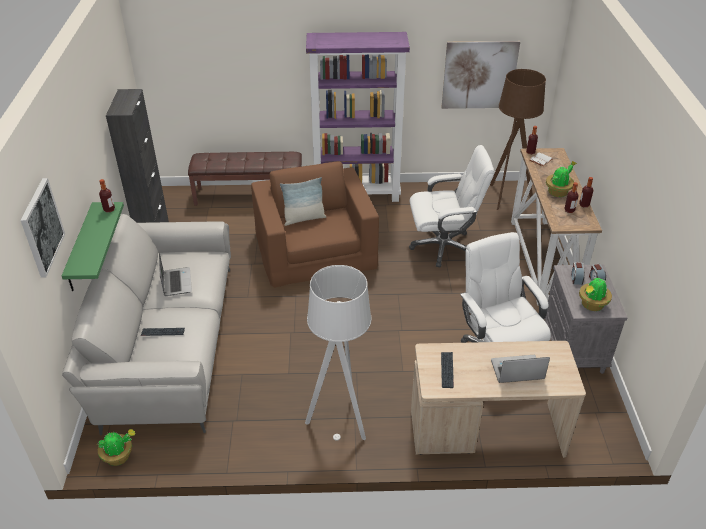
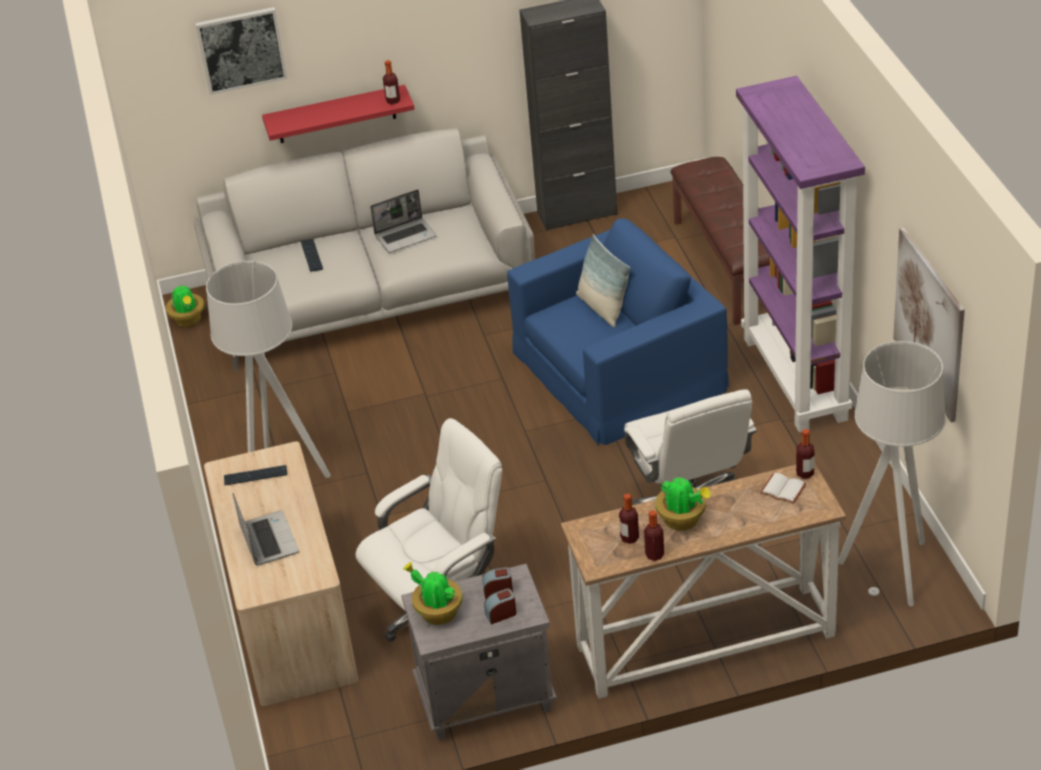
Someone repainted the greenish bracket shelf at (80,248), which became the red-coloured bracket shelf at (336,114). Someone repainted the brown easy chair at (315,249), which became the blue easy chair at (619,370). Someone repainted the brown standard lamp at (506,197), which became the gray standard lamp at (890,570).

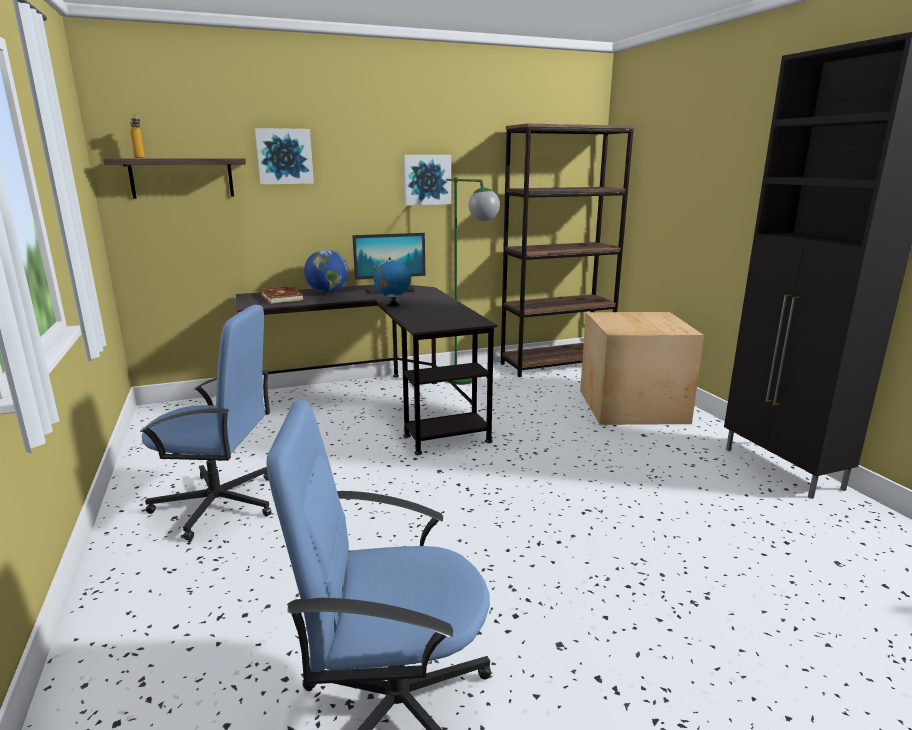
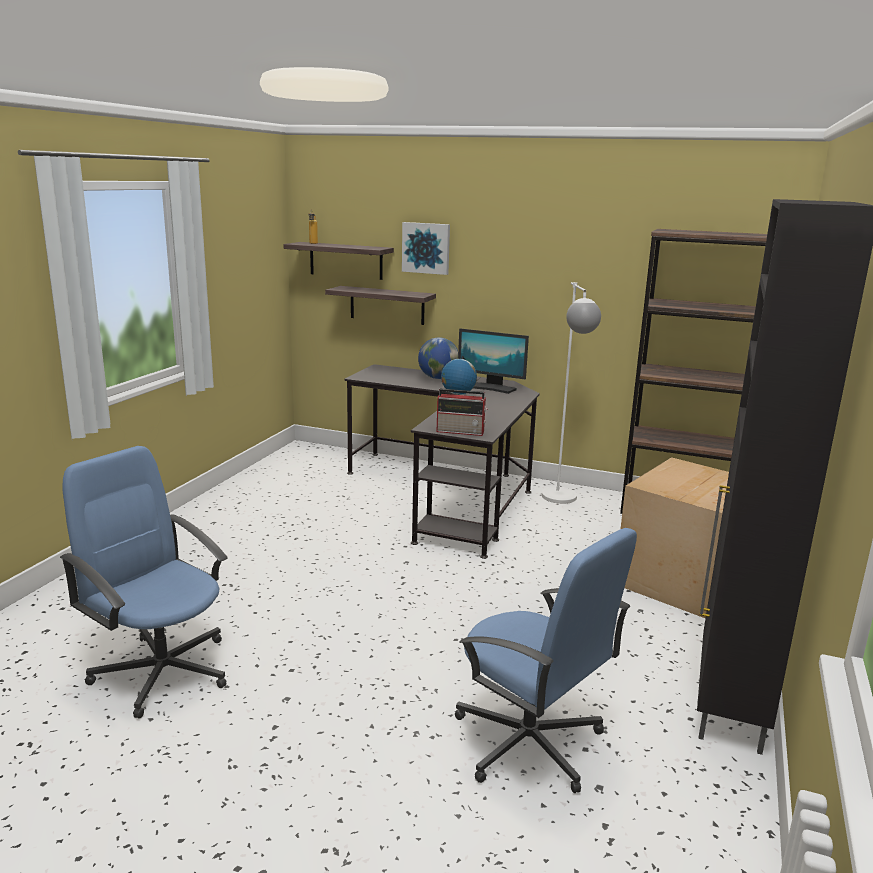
Someone carried the blue office chair from (219,504) to (529,743). Someone took away the brown volume at (283,297). Someone took away the wall picture at (426,179). Someone repainted the greenish standard lamp at (469,381), which became the whitish standard lamp at (562,501). Someone put up the bracket shelf at (387,305). Someone put down the radio at (461,431).

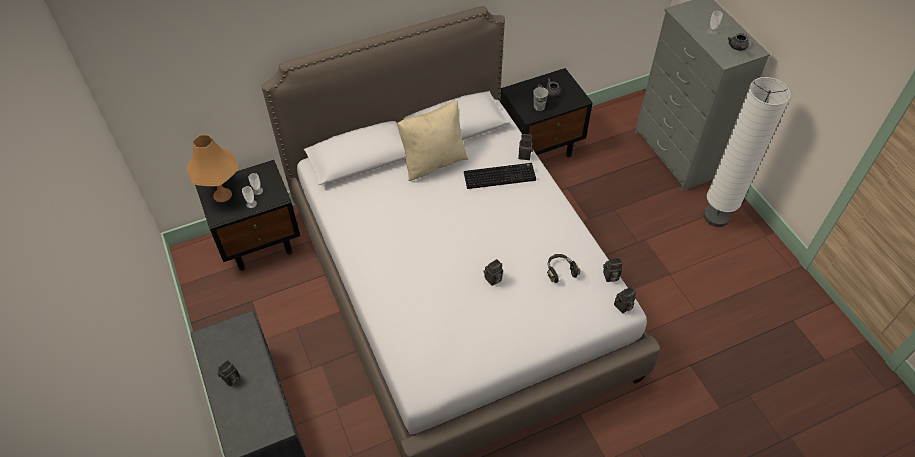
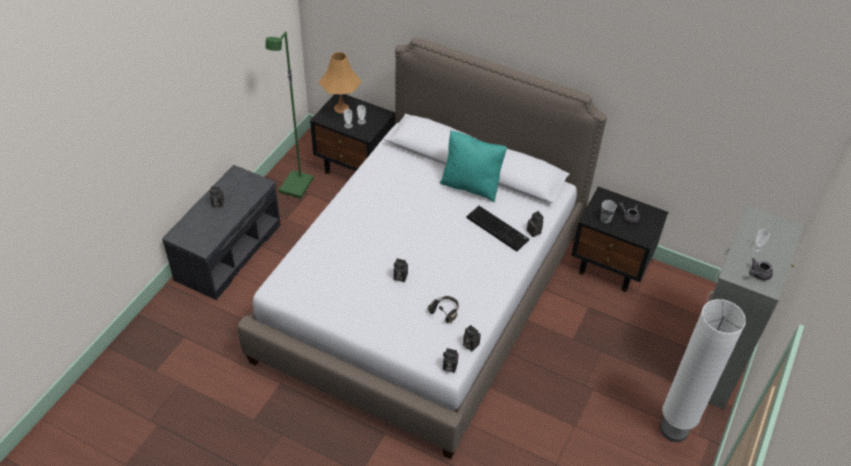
Someone repainted the beige-coloured pillow at (433,162), which became the turquoise pillow at (471,185). Someone put down the greenish standard lamp at (297,186).

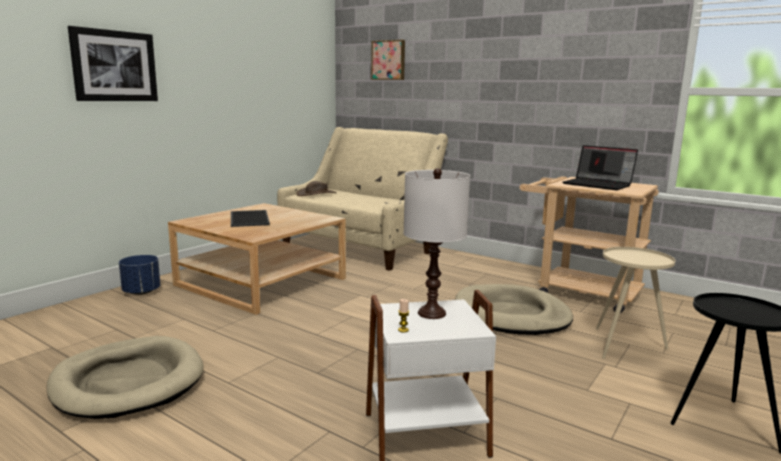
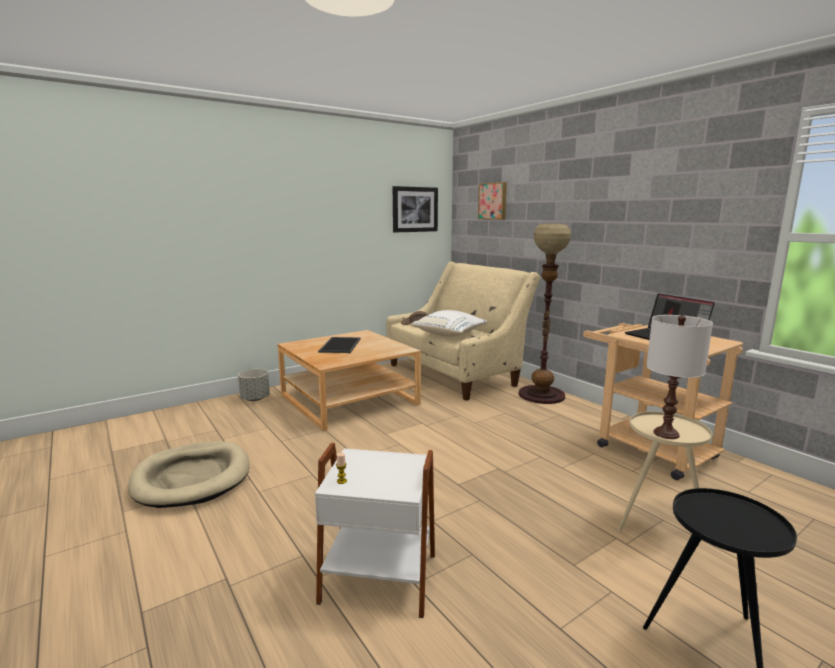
Someone carried the wall picture from (114,66) to (415,209). Someone repainted the blue planter at (142,292), which became the gray planter at (255,398). Someone carried the whitish tabletop lamp from (431,313) to (666,433). Someone took away the beige-coloured pet bed at (511,315). Someone put down the whitish pillow at (450,335). Someone put down the standard lamp at (542,395).

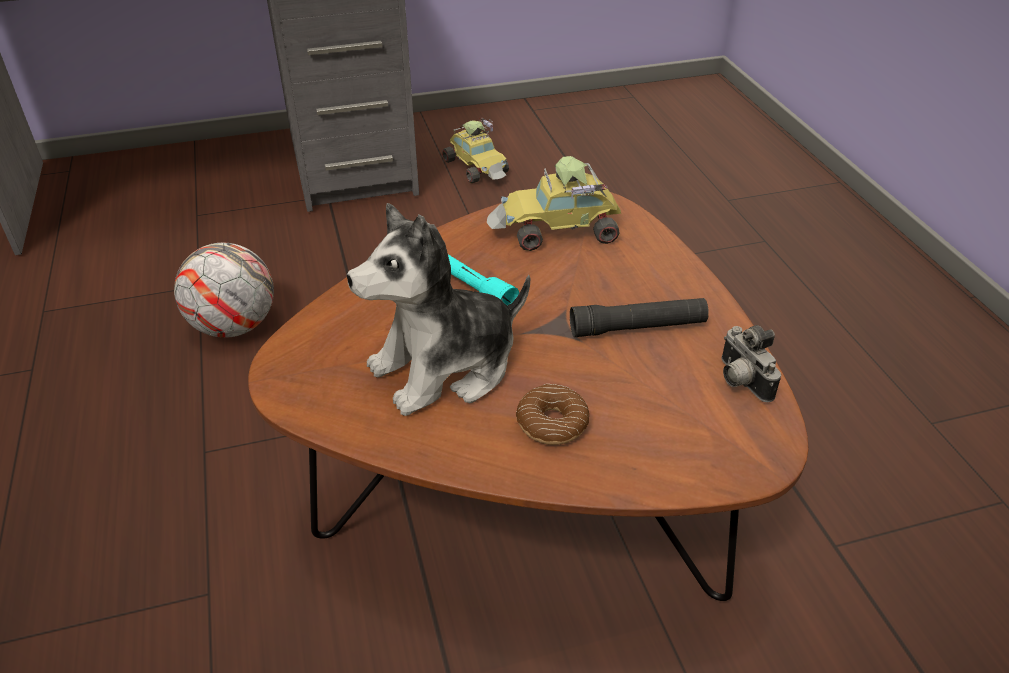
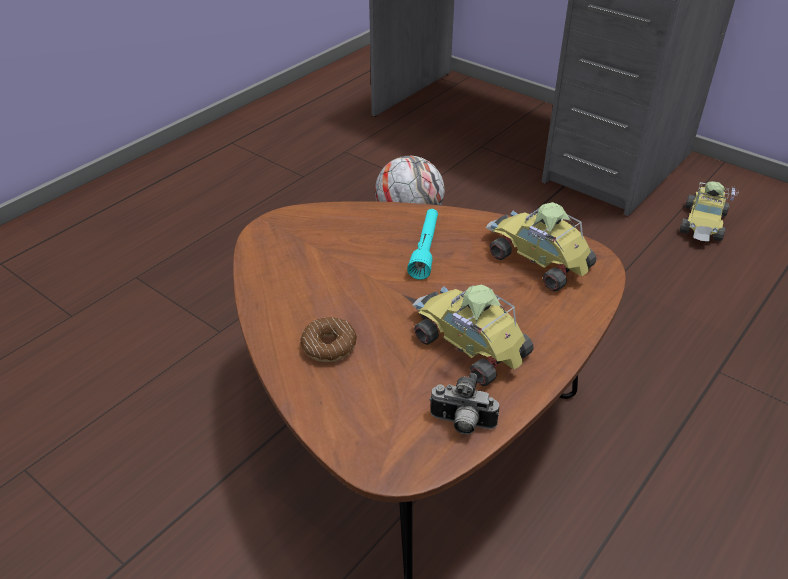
Someone took away the soft toy at (445,367). Someone swapped the black hand torch at (638,327) for the toy car at (467,346). Someone rotated the still camera at (740,381) by 105 degrees counterclockwise.

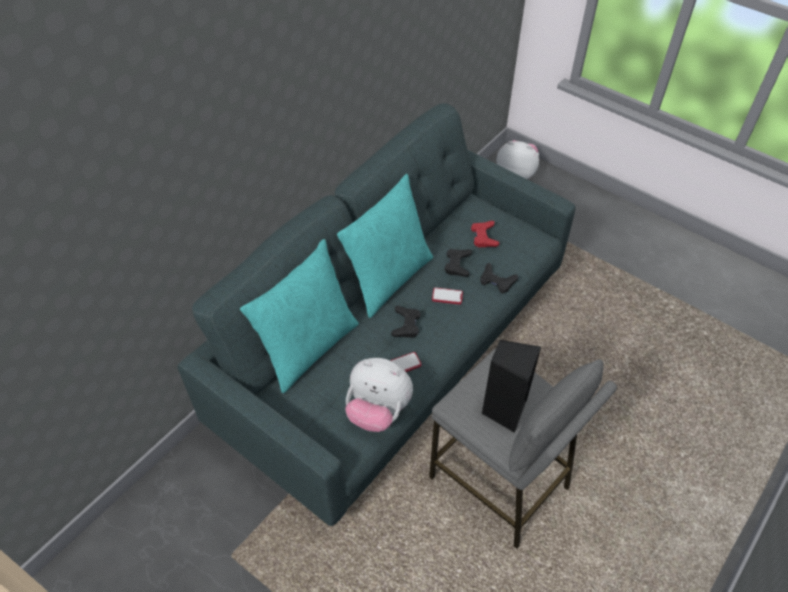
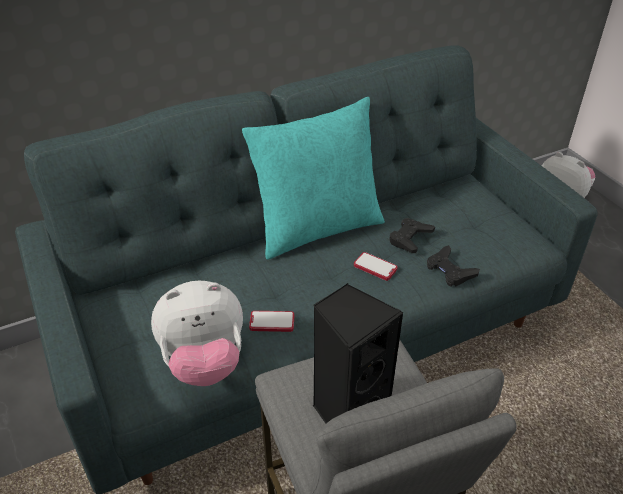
Someone took away the turquoise pillow at (308,347). Someone rotated the soft toy at (378,411) by 60 degrees counterclockwise. Someone took away the black game controller at (406,324). Someone took away the red-coloured game controller at (484,237).

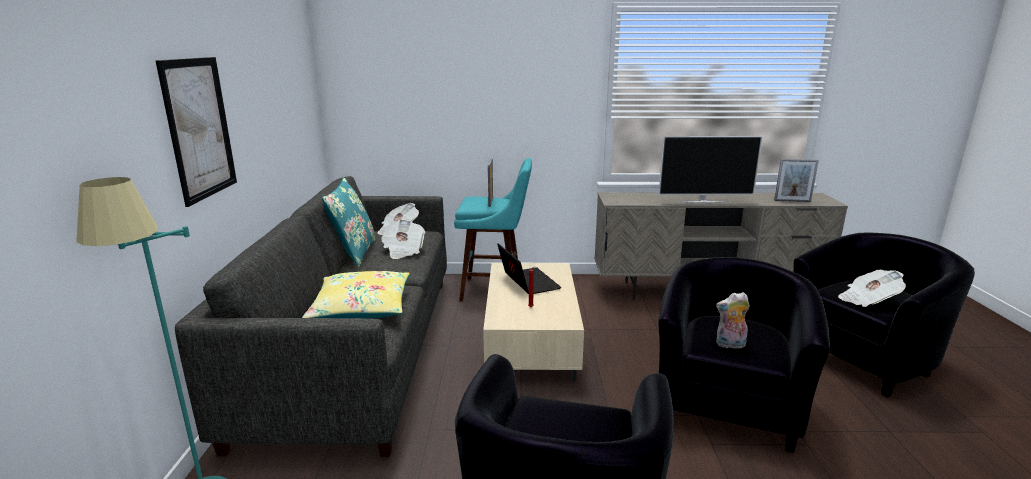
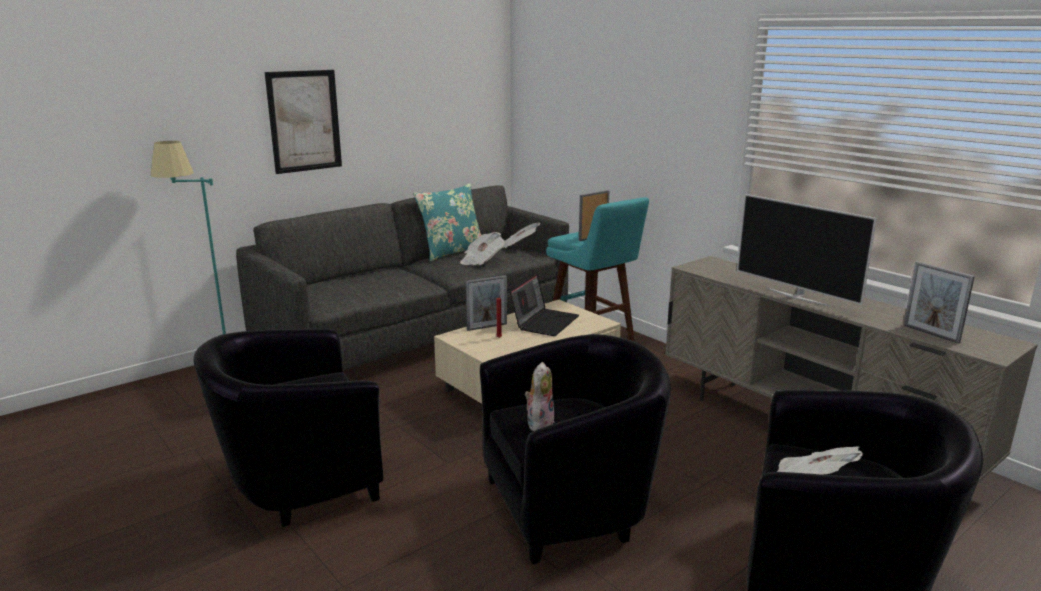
Someone took away the yellow pillow at (361,307). Someone rotated the soft toy at (730,345) by 60 degrees clockwise. Someone put down the photo frame at (487,327).

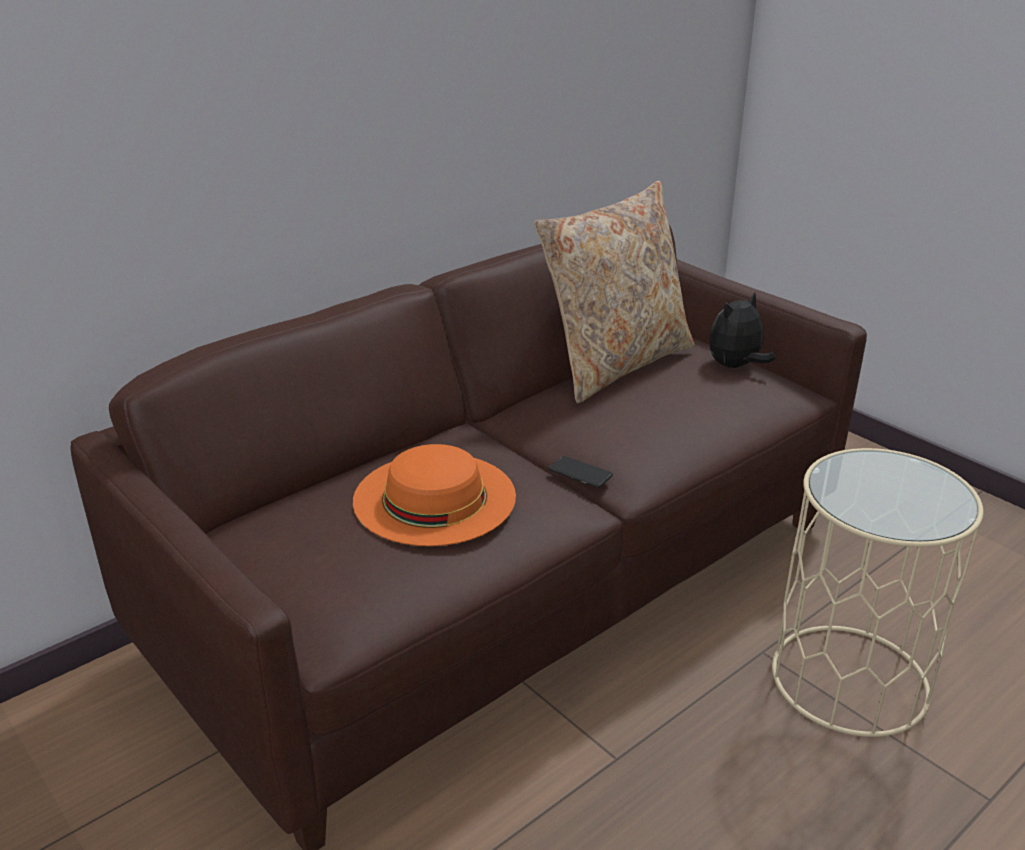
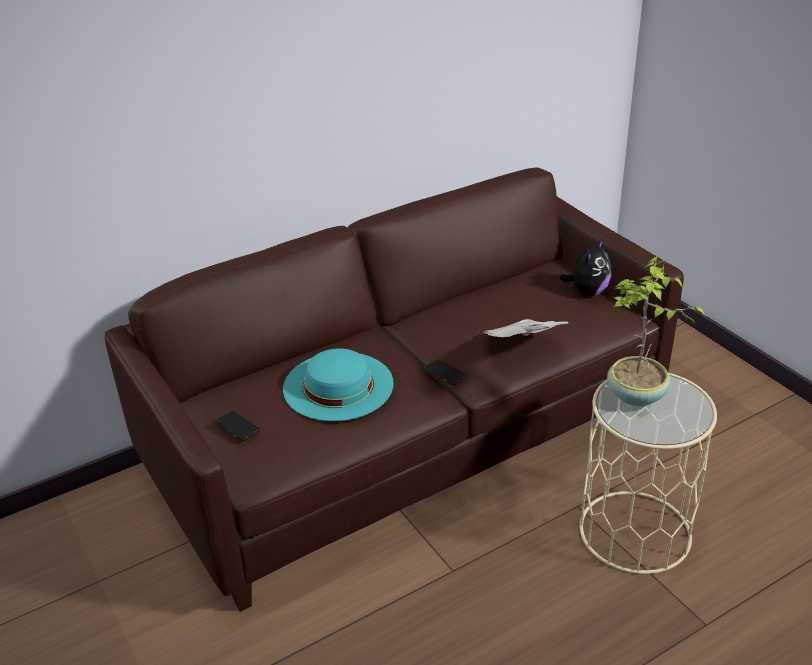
Someone repainted the orange-coloured clothing hat at (434,497), which became the turquoise clothing hat at (338,385). Someone took away the beige-coloured pillow at (615,363). Someone rotated the soft toy at (735,366) by 150 degrees clockwise. Someone put down the handset at (237,426). Someone put down the printed paper at (524,346). Someone put down the houseplant at (636,396).

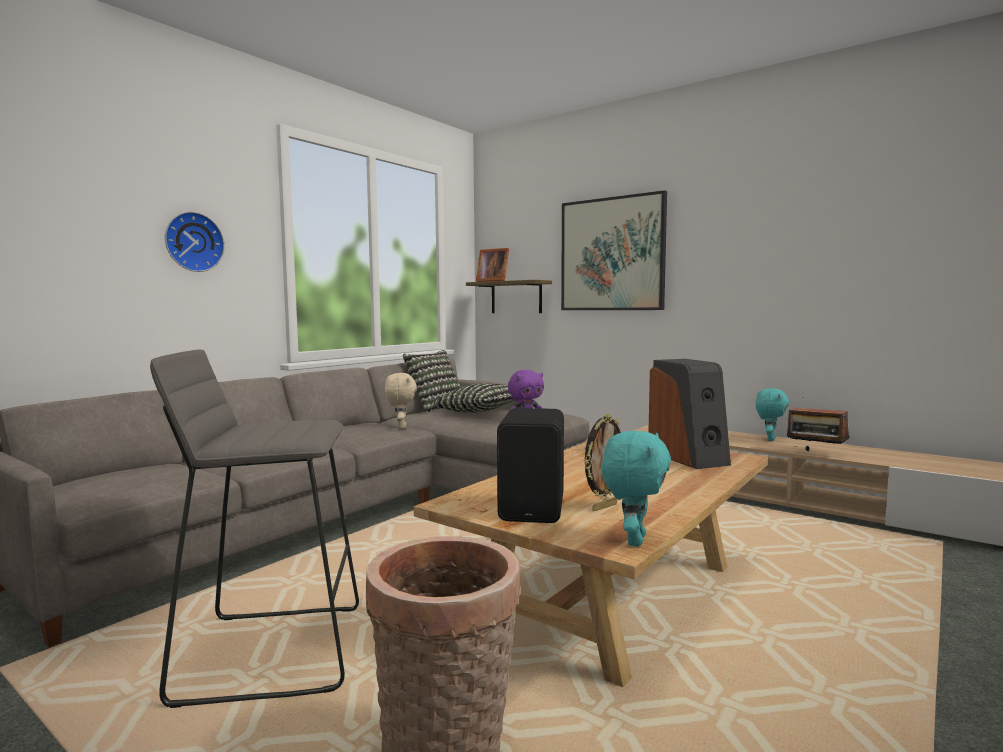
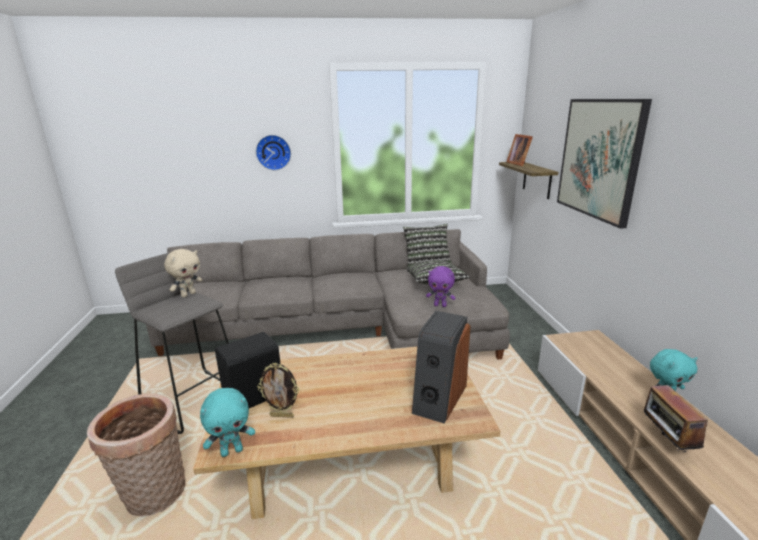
Someone carried the beige-coloured soft toy from (401,427) to (188,294).

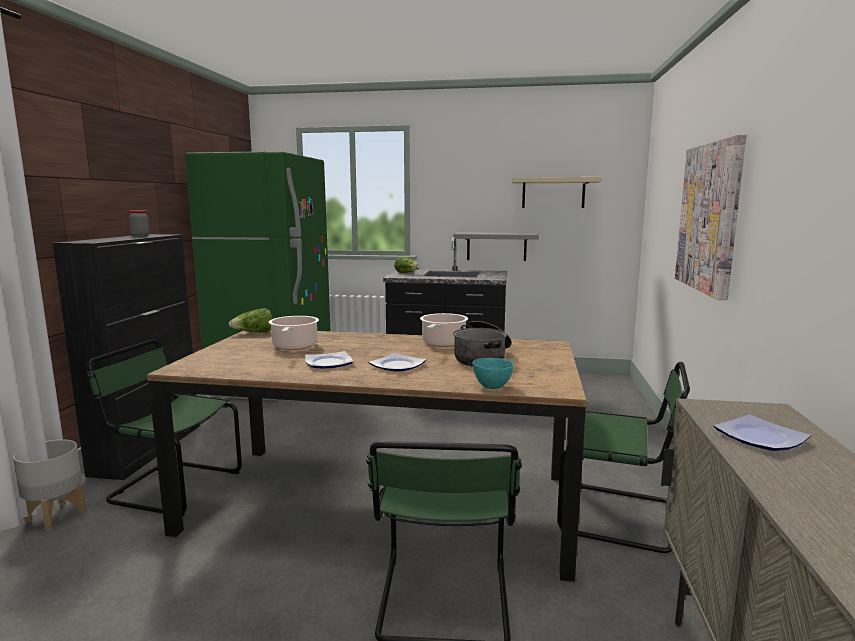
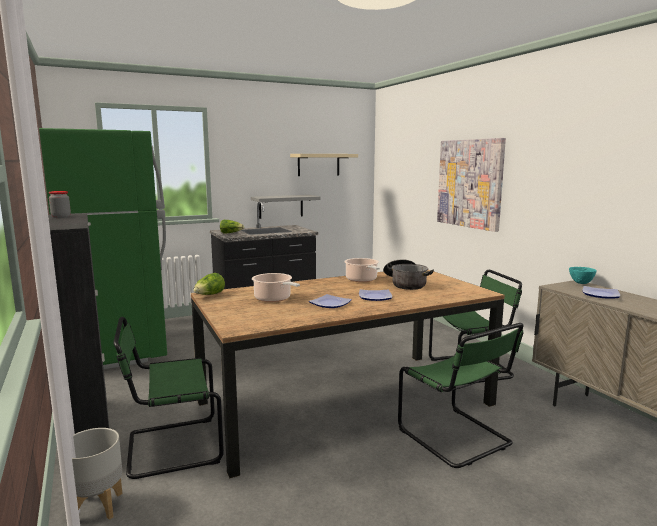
Someone carried the turquoise deep dish from (491,387) to (581,283).

